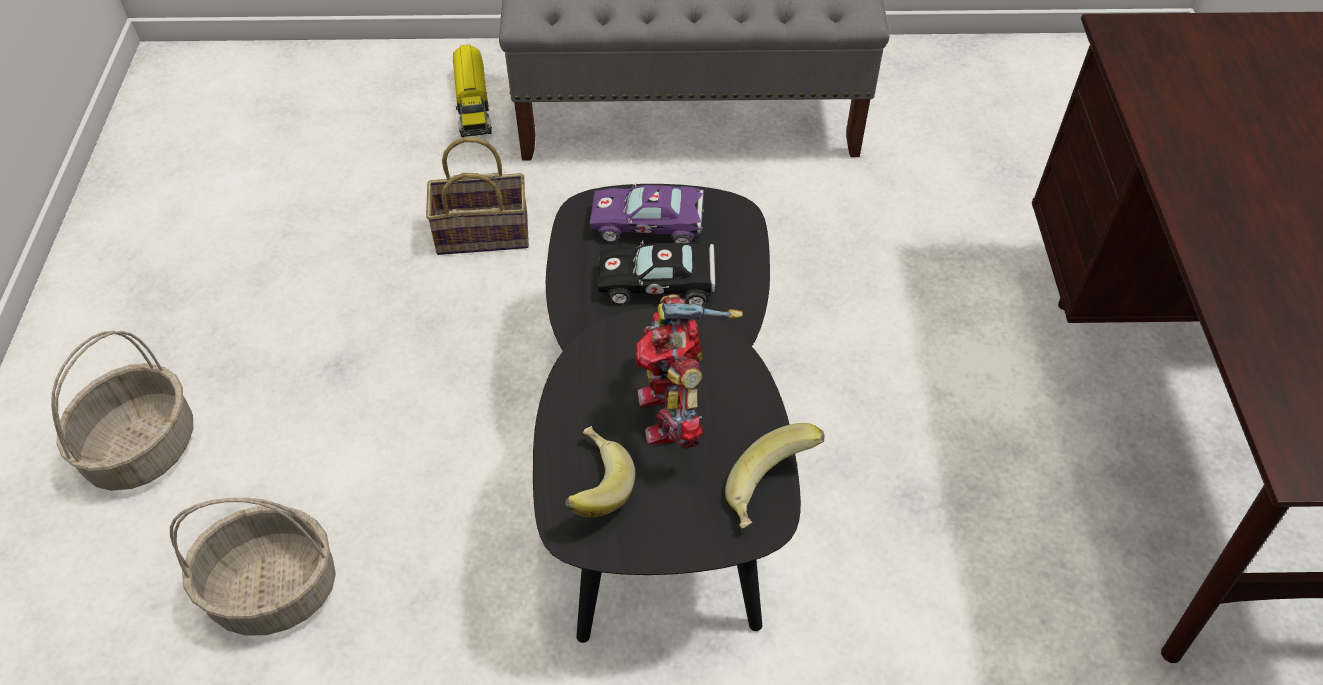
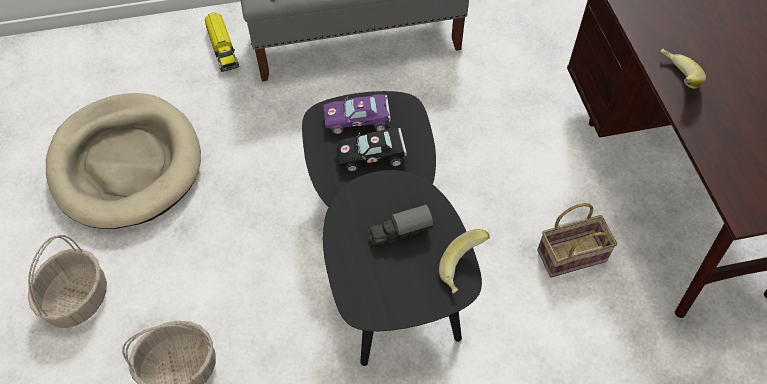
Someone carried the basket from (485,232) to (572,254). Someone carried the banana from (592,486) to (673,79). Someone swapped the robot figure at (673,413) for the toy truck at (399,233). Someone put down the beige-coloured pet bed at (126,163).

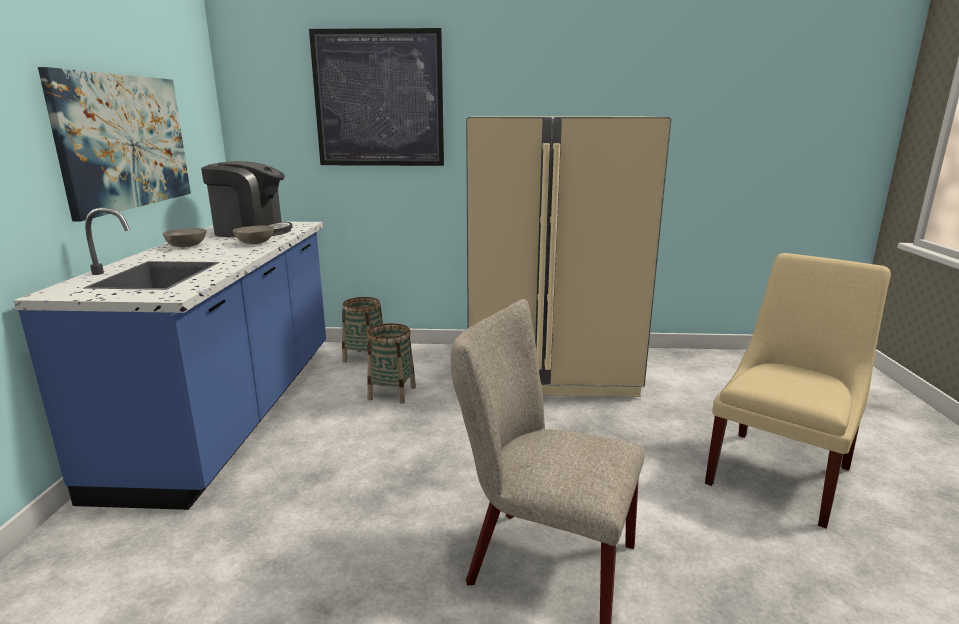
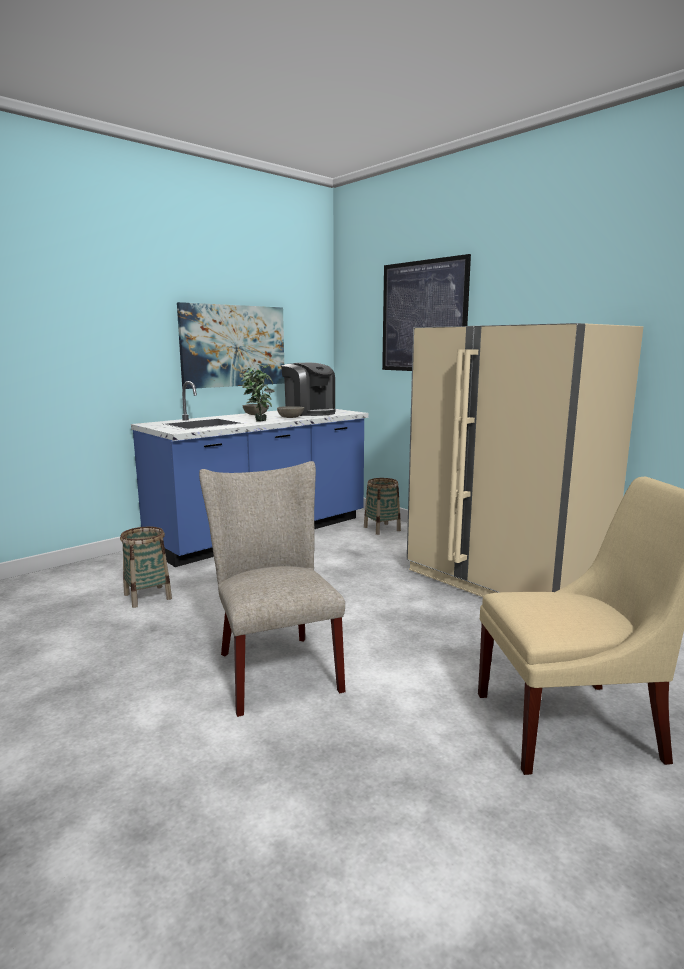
Someone carried the basket from (392,393) to (147,596). Someone put down the houseplant at (258,421).

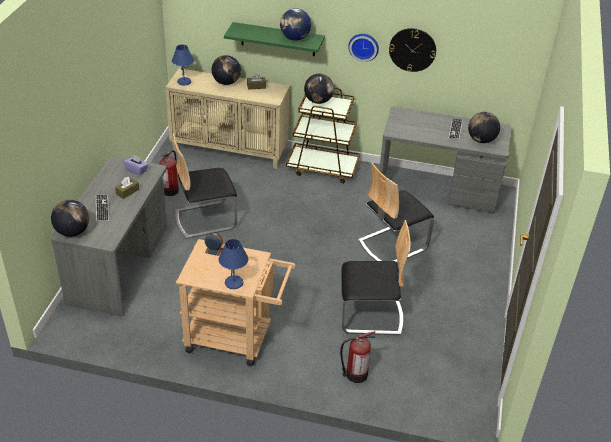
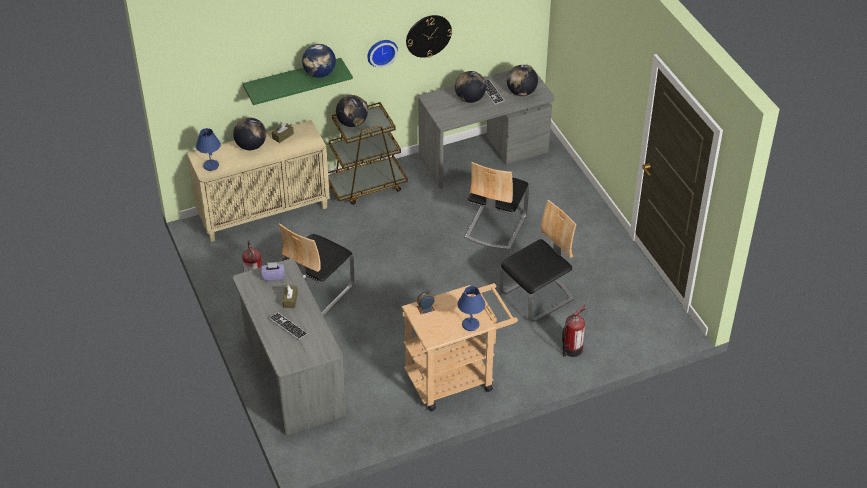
Someone carried the desk globe from (72,232) to (470,99).

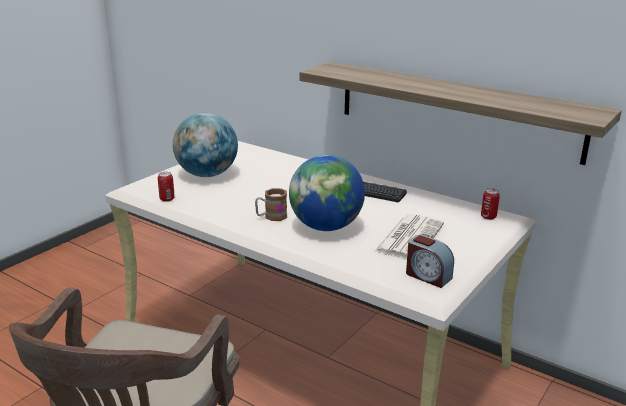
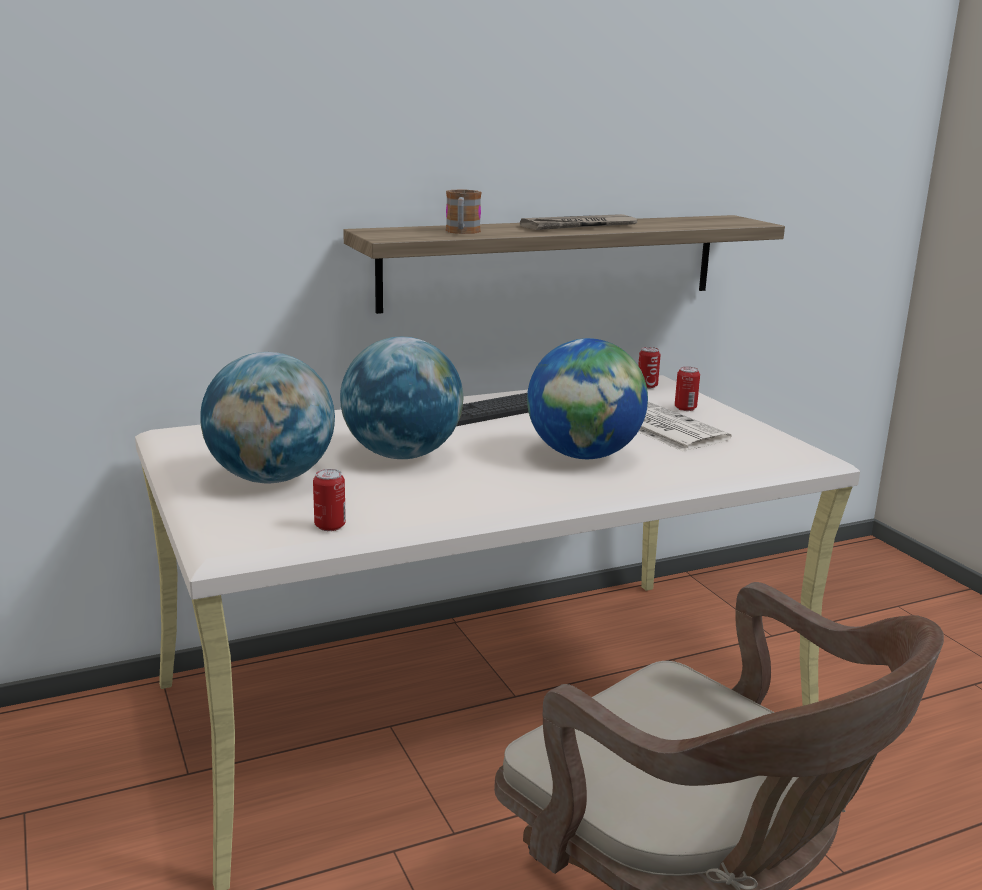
Someone carried the coffee mug from (271,217) to (462,232). Someone took away the bedside clock at (427,276). Someone put down the desk globe at (402,455). Someone put down the printed paper at (579,226). Someone put down the metal can at (685,408).

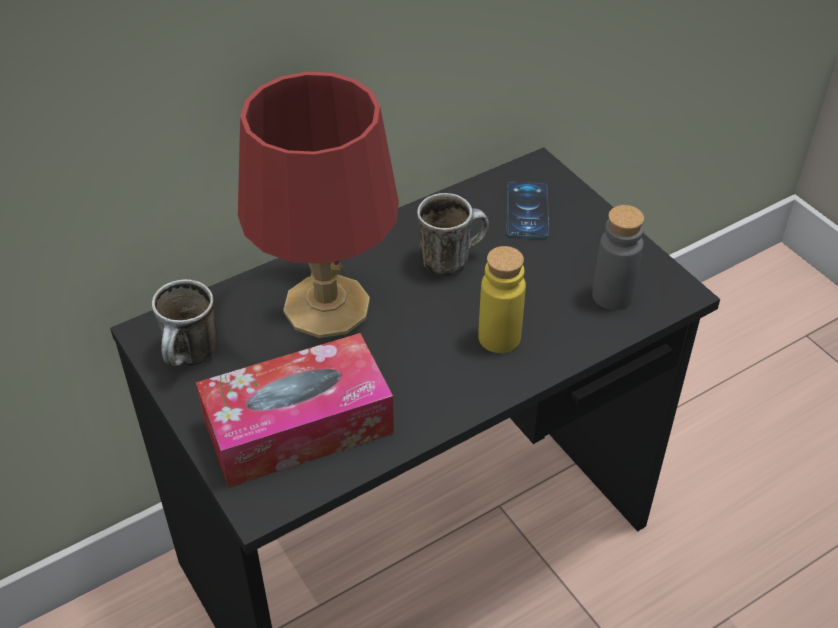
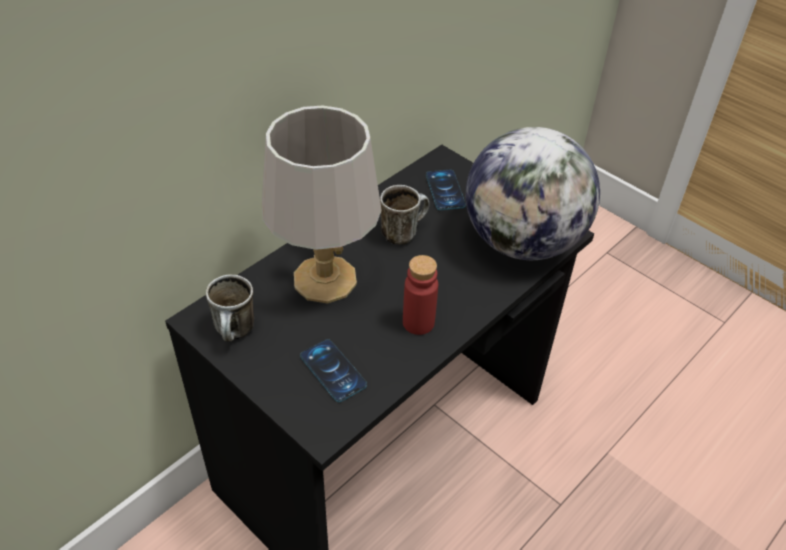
Someone swapped the box of tissues at (298,426) for the handset at (333,370). Someone repainted the red-coloured tabletop lamp at (327,304), which became the gray tabletop lamp at (325,278). Someone took away the yellow bottle at (499,338). Someone swapped the gray bottle at (612,296) for the desk globe at (522,242). Someone put down the red-coloured bottle at (418,322).

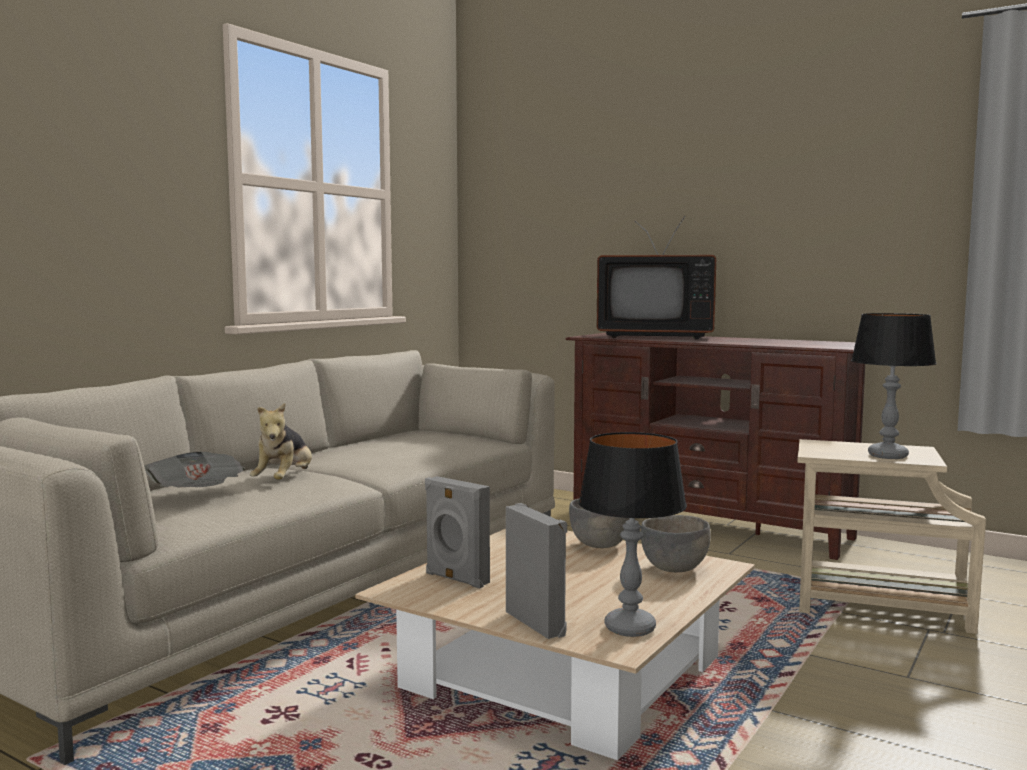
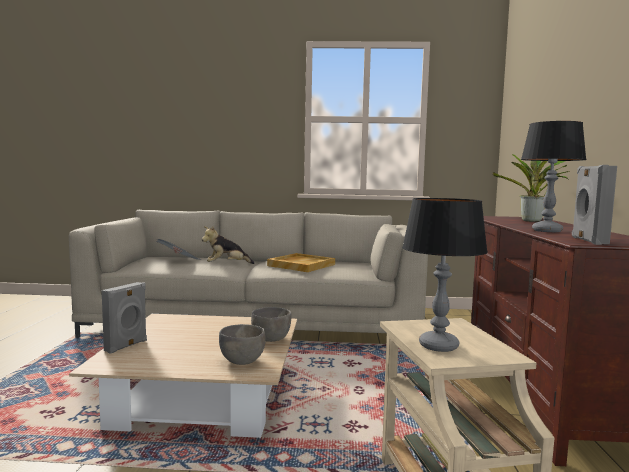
Someone carried the gray audio speaker from (455,579) to (588,241). Someone carried the tabletop lamp from (629,628) to (546,231). Someone swapped the TV set at (655,336) for the houseplant at (532,221). Someone put down the beige-coloured serving tray at (301,265).

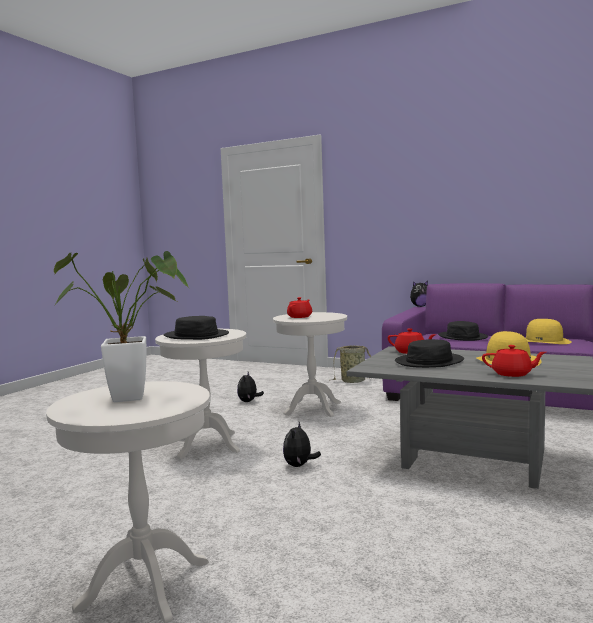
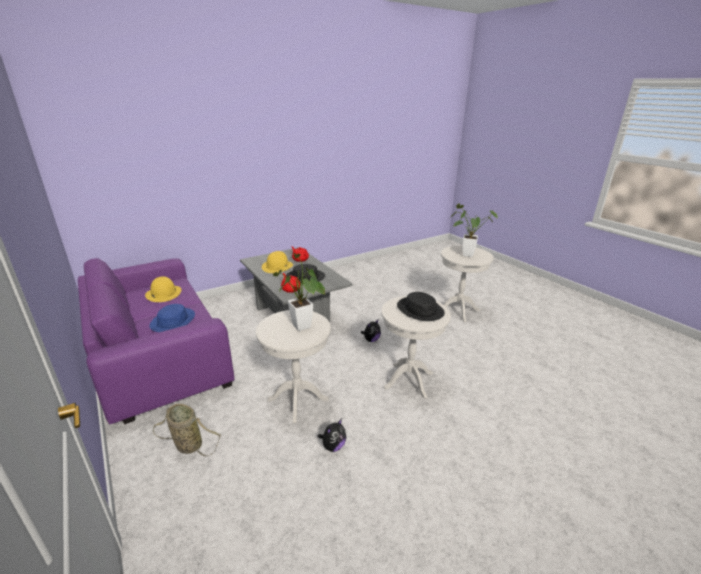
Someone swapped the red-coloured pot for tea at (300,317) for the houseplant at (303,328). Someone took away the soft toy at (420,306). Someone repainted the black clothing hat at (462,337), which became the blue clothing hat at (173,321).

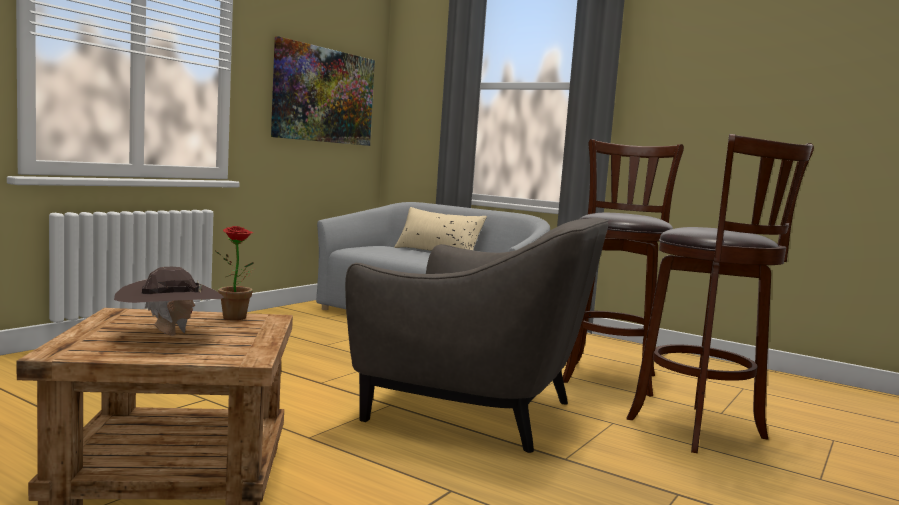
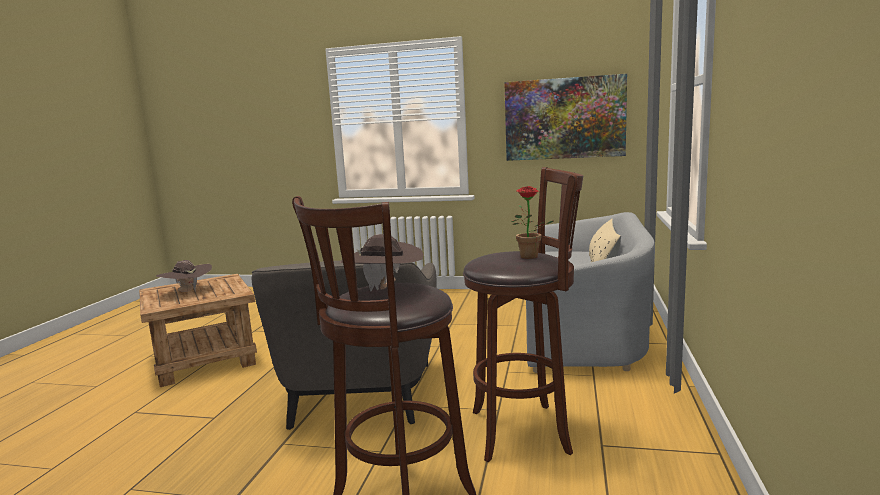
Someone carried the houseplant from (238,318) to (528,257). Someone put down the brown clothing hat at (385,289).

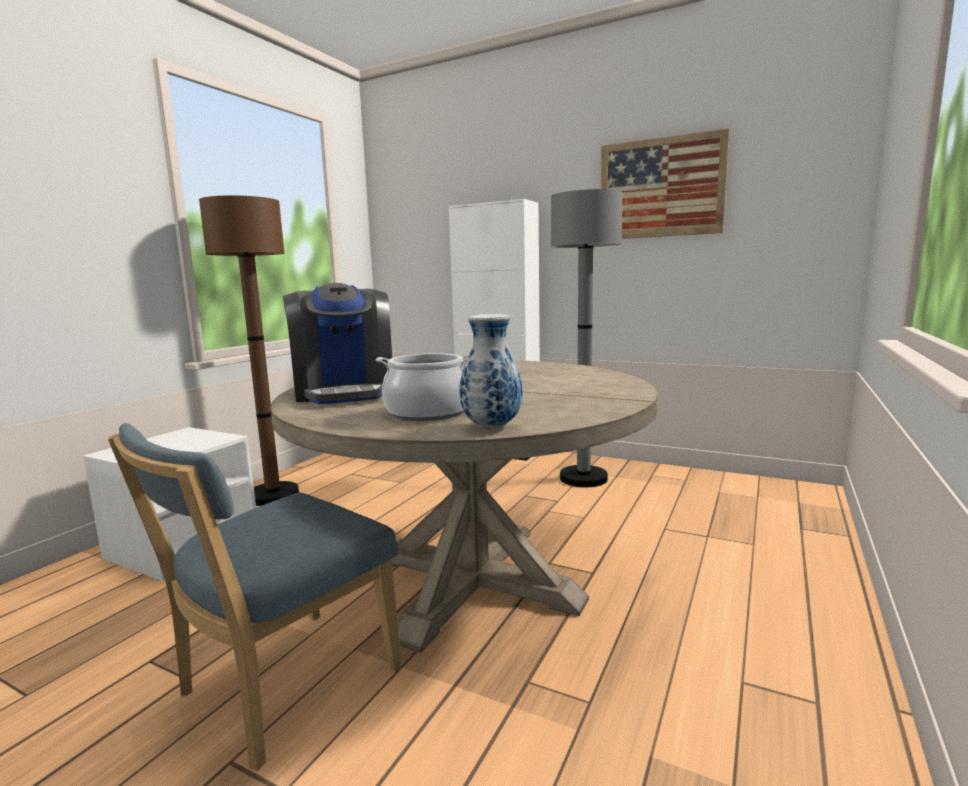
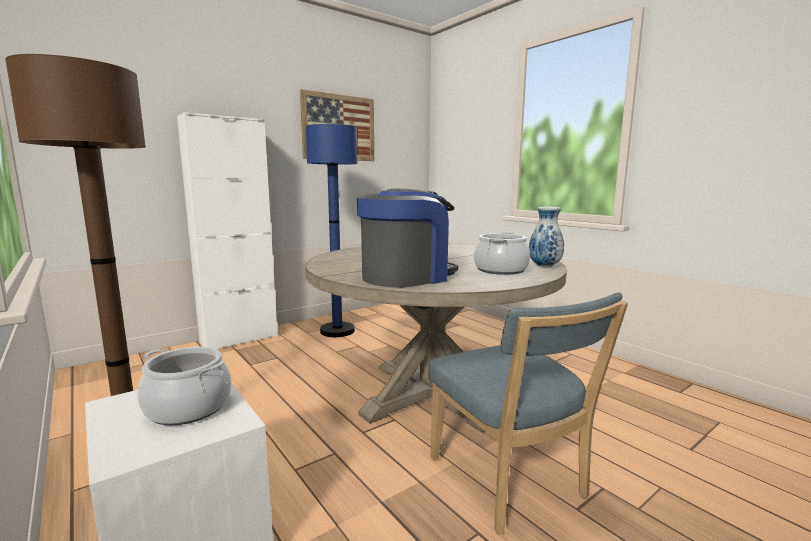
Someone rotated the coffee maker at (345,392) by 45 degrees counterclockwise. Someone repainted the gray standard lamp at (583,478), which became the blue standard lamp at (337,331). Someone put down the saucepot at (188,408).

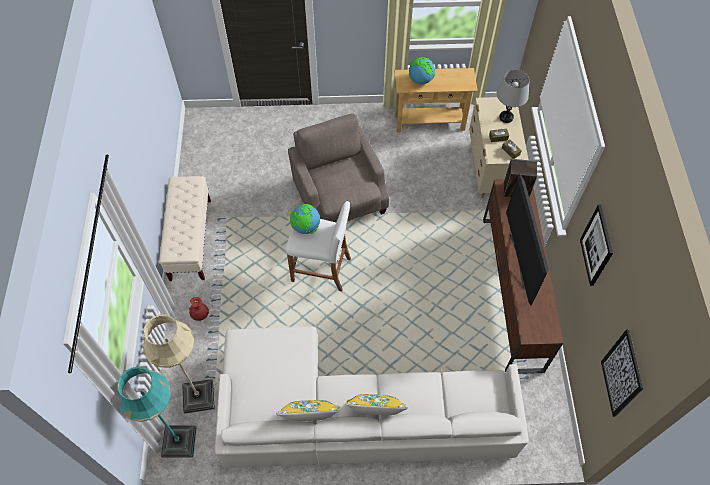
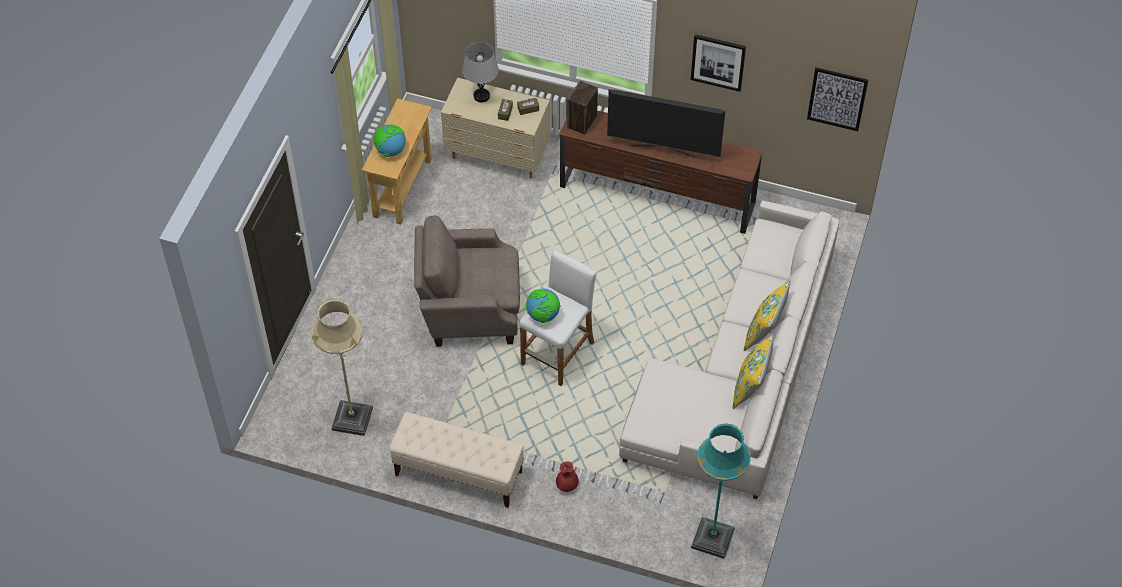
Someone carried the beige-coloured standard lamp from (198,396) to (352,419).

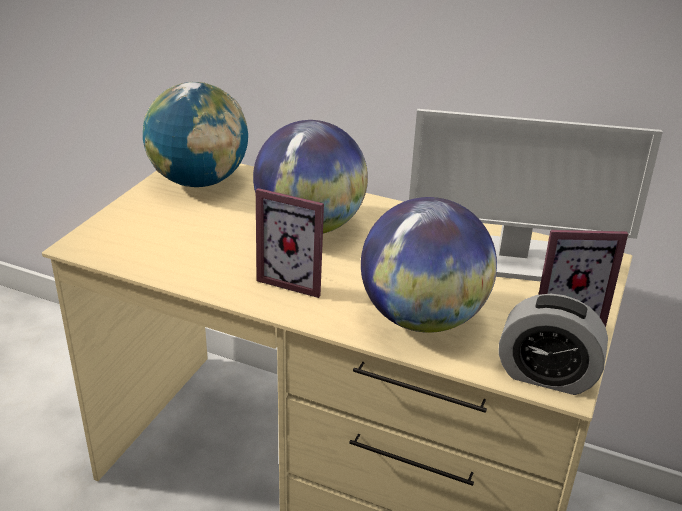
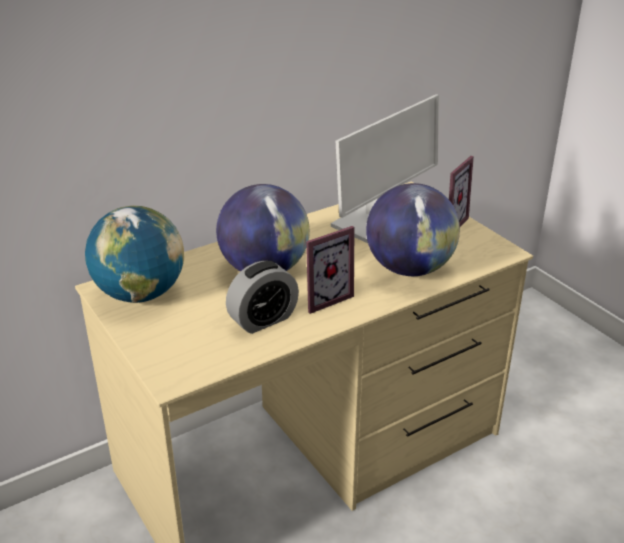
Someone carried the bedside clock from (546,376) to (263,320).

